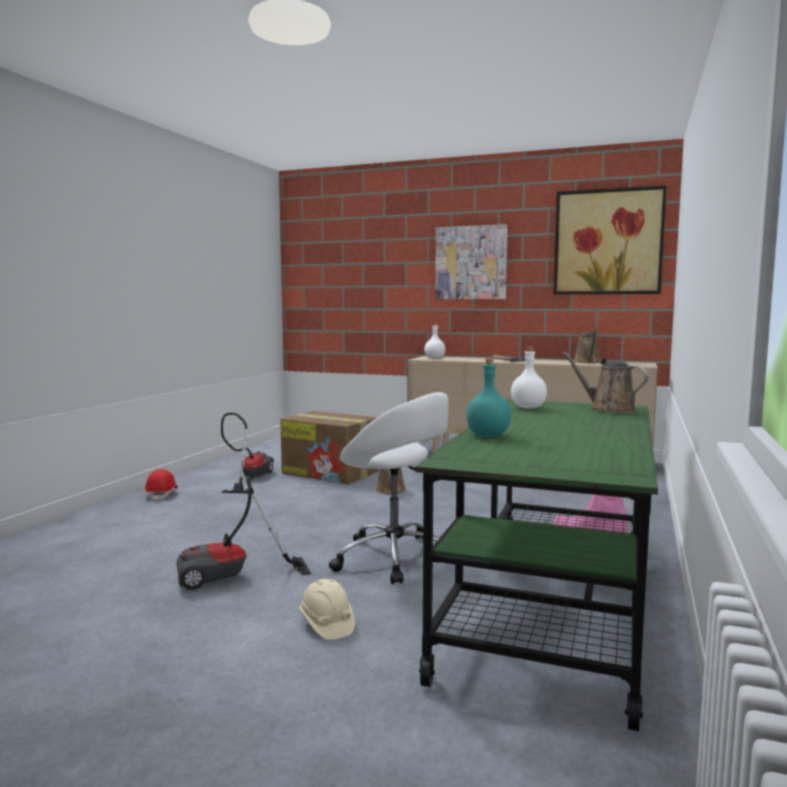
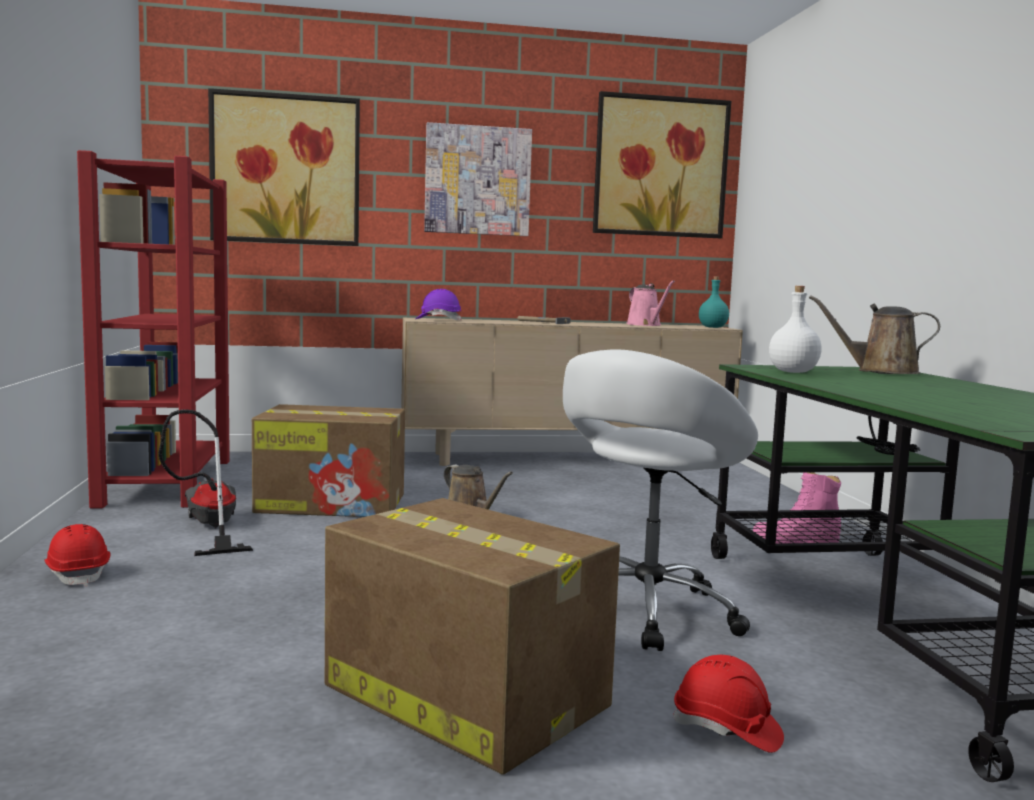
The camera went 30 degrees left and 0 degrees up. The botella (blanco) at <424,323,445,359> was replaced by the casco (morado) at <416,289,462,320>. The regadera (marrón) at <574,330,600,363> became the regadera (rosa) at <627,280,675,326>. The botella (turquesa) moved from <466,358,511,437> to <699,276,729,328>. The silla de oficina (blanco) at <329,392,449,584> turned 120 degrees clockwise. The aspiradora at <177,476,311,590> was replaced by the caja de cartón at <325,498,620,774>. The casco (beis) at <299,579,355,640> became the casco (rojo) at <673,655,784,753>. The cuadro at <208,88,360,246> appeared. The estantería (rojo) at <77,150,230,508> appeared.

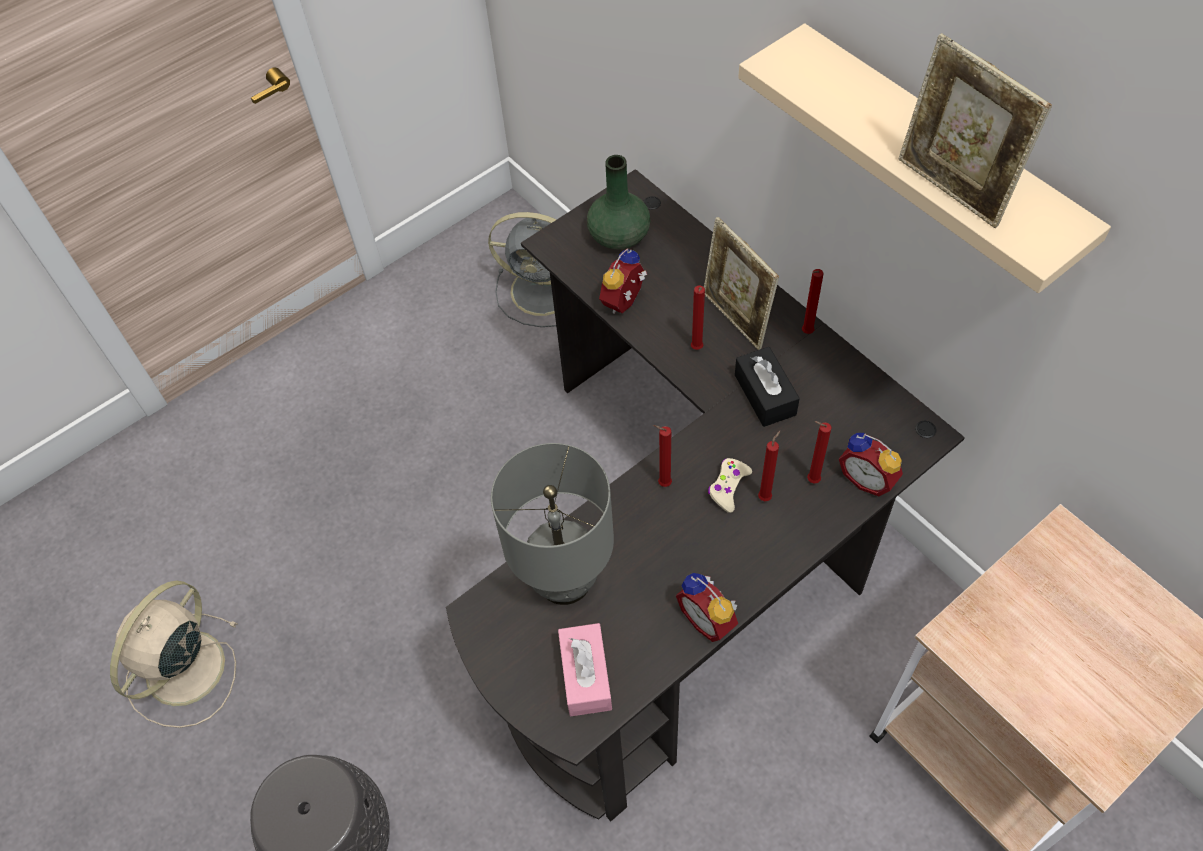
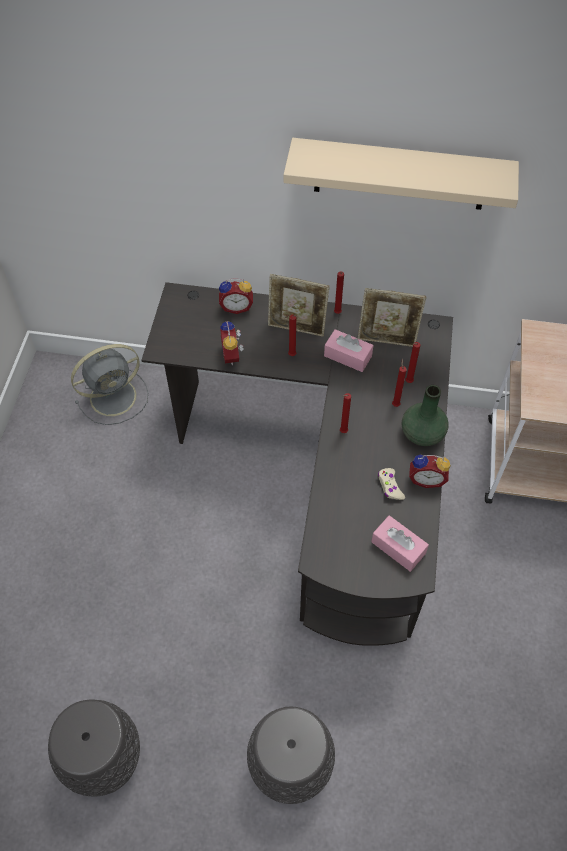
The camera went 45 degrees left and 0 degrees up. The portarretratos moved from <899,33,1052,228> to <358,288,426,347>. The florero (verde) moved from <587,155,651,250> to <402,385,448,446>. The caja de pañuelos (negro) at <735,347,800,427> became the caja de pañuelos (rosa) at <324,329,374,372>. The despertador moved from <839,433,903,496> to <219,278,253,314>. The lámpara de mesa (gris) at <491,443,614,605> disappeared. The mando de consola (beis) moved from <708,458,752,513> to <378,468,405,500>. The ventilador (beis) at <110,580,238,728> was replaced by the taburete (gris) at <48,699,140,796>.

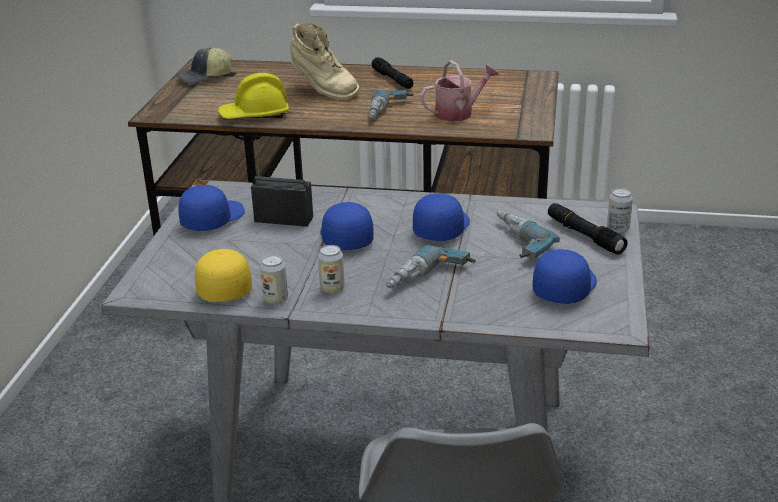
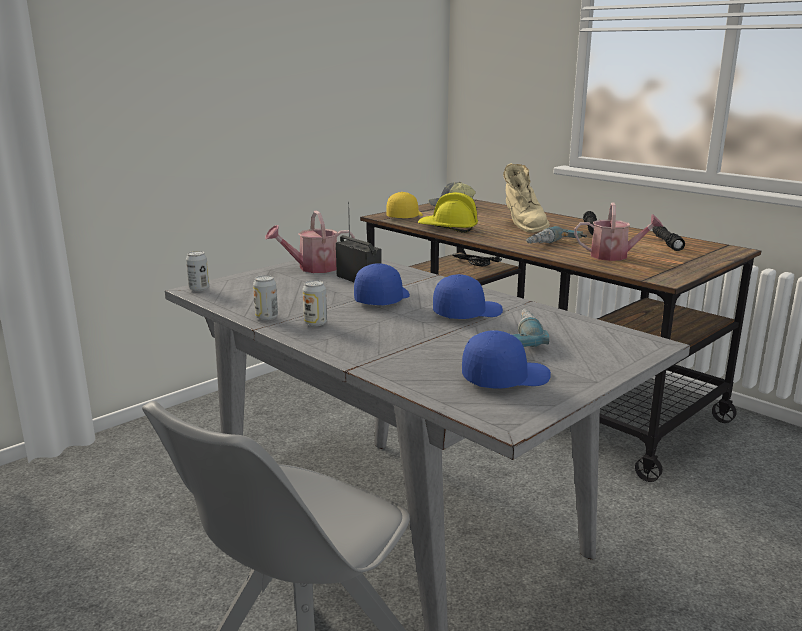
The camera went 35 degrees right and 10 degrees down. The gorra (azul) at <178,185,245,231> was replaced by the regadera at <265,211,355,273>. The lata moved from <607,188,633,233> to <186,251,209,291>. The linterna (negro) moved from <548,203,628,254> to <652,226,685,251>. The taladro at <386,244,476,288> disappeared. The gorra (amarillo) moved from <195,249,252,302> to <386,192,423,218>.

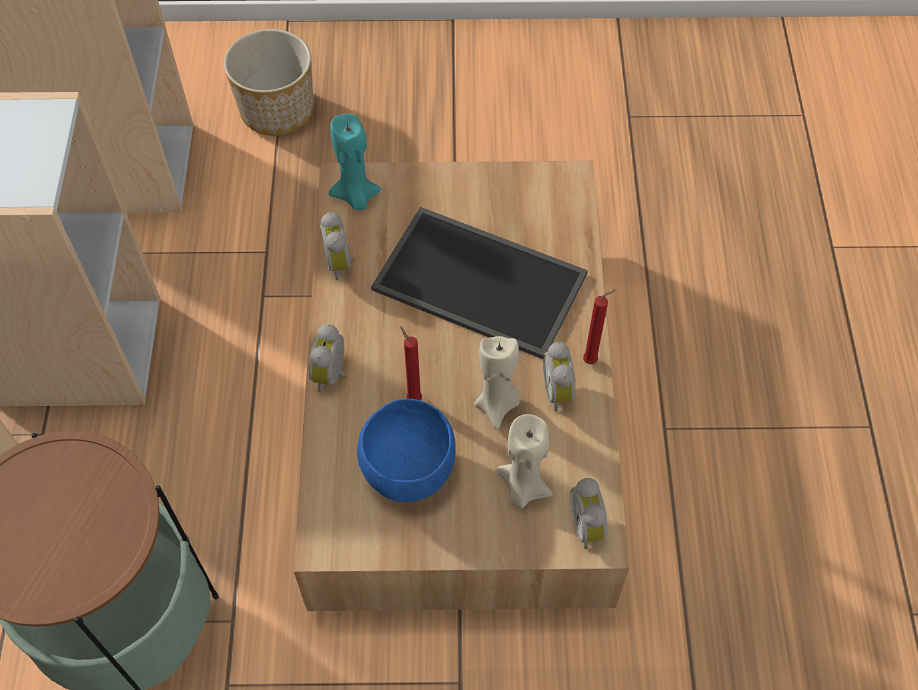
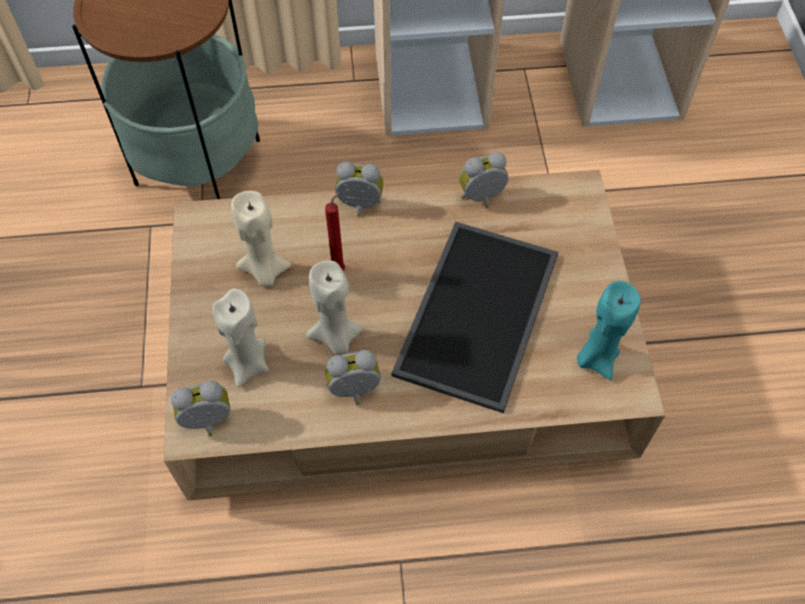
The camera went 85 degrees right and 0 degrees up. The maceta at <224,29,314,136> disappeared. The vela (turquesa) moved from <329,114,381,210> to <577,281,641,380>. The vela (rojo) at <583,290,615,364> disappeared. The cuenco (azul) at <357,398,456,502> was replaced by the vela (beis) at <231,191,292,287>.

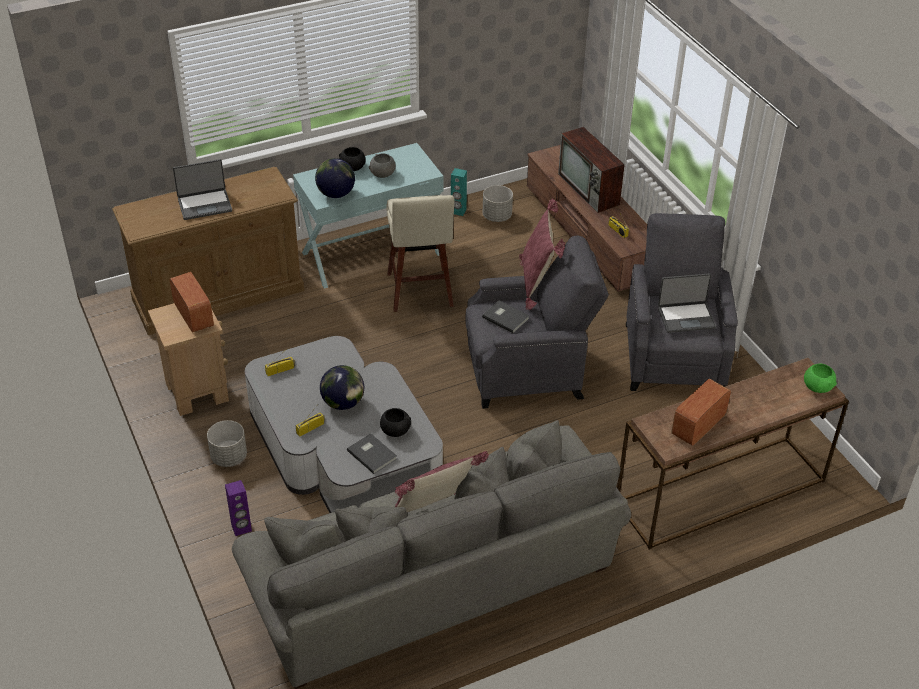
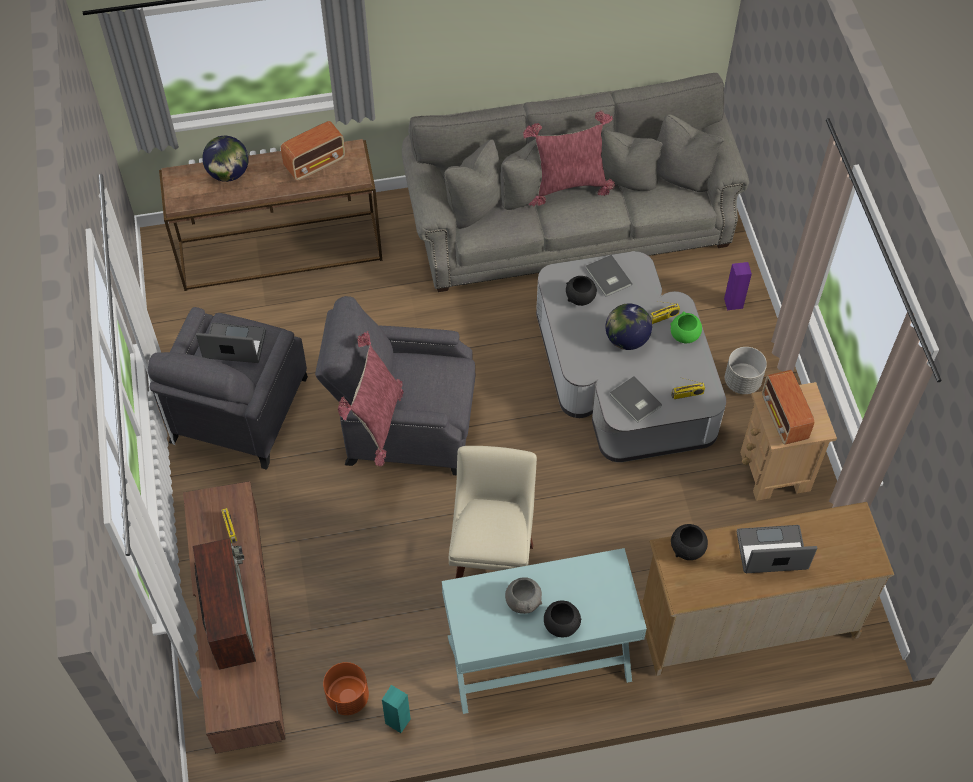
The camera went 165 degrees left and 15 degrees up. The globo terráqueo moved from <315,158,355,198> to <202,136,249,182>. The maceta (gris) at <483,185,513,222> became the maceta (naranja) at <323,662,369,715>. The libro (gris) moved from <482,301,529,333> to <610,376,662,423>. The cuenco (verde) moved from <804,364,837,393> to <670,311,702,343>. The cuenco (negro) at <671,524,708,560> appeared.

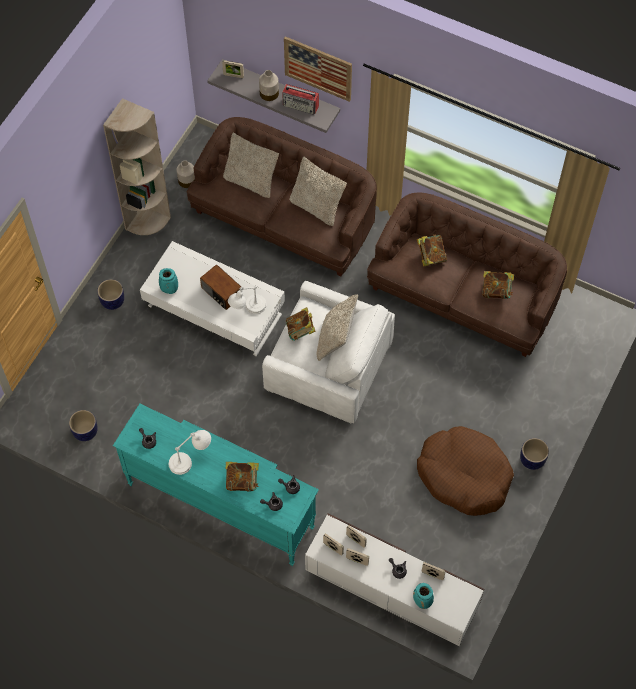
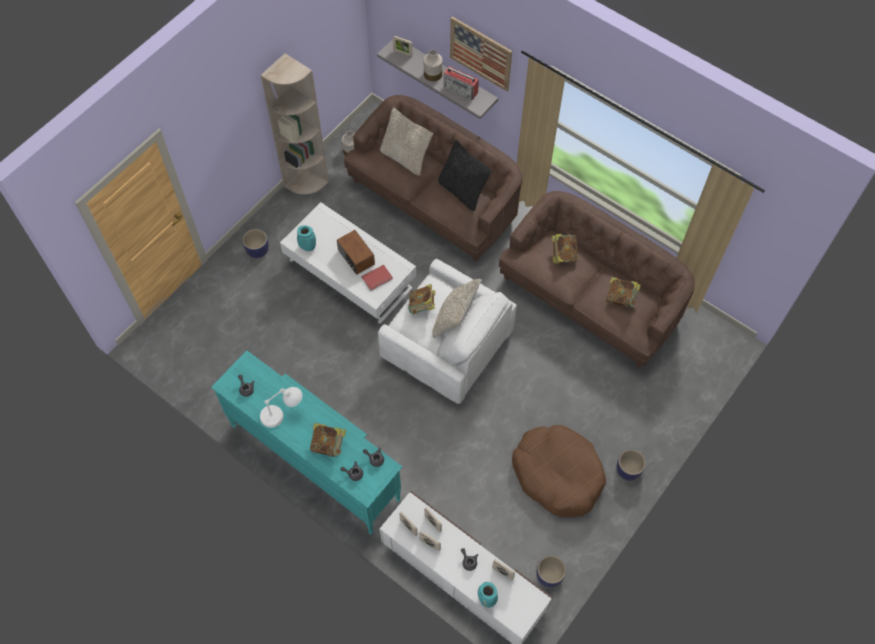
The camera went 10 degrees right and 0 degrees up. The cojín (beis) at <290,157,347,226> became the cojín (negro) at <438,140,492,211>. The lámpara de mesa (blanco) at <228,286,266,314> was replaced by the libro (rojo) at <361,265,393,291>. The maceta moved from <69,410,98,441> to <536,555,566,588>.

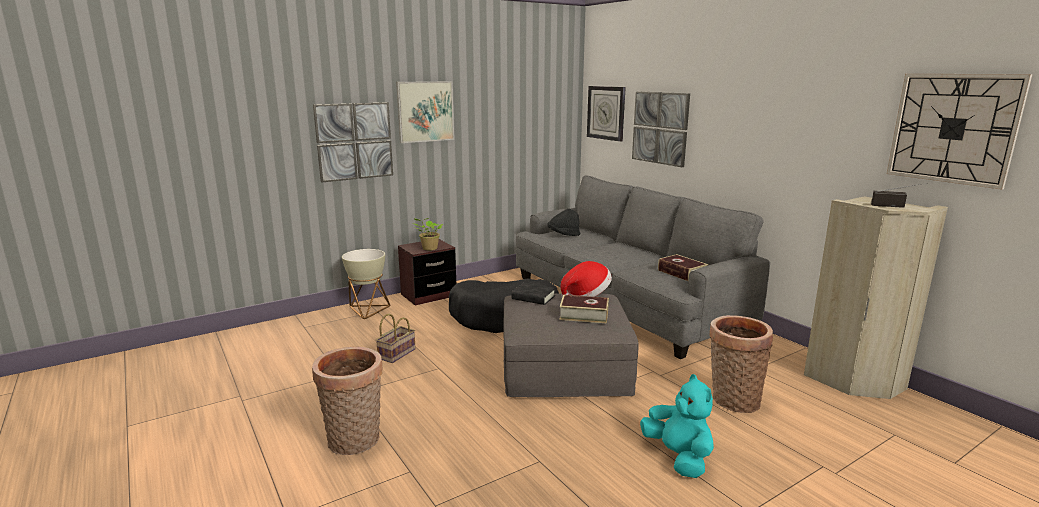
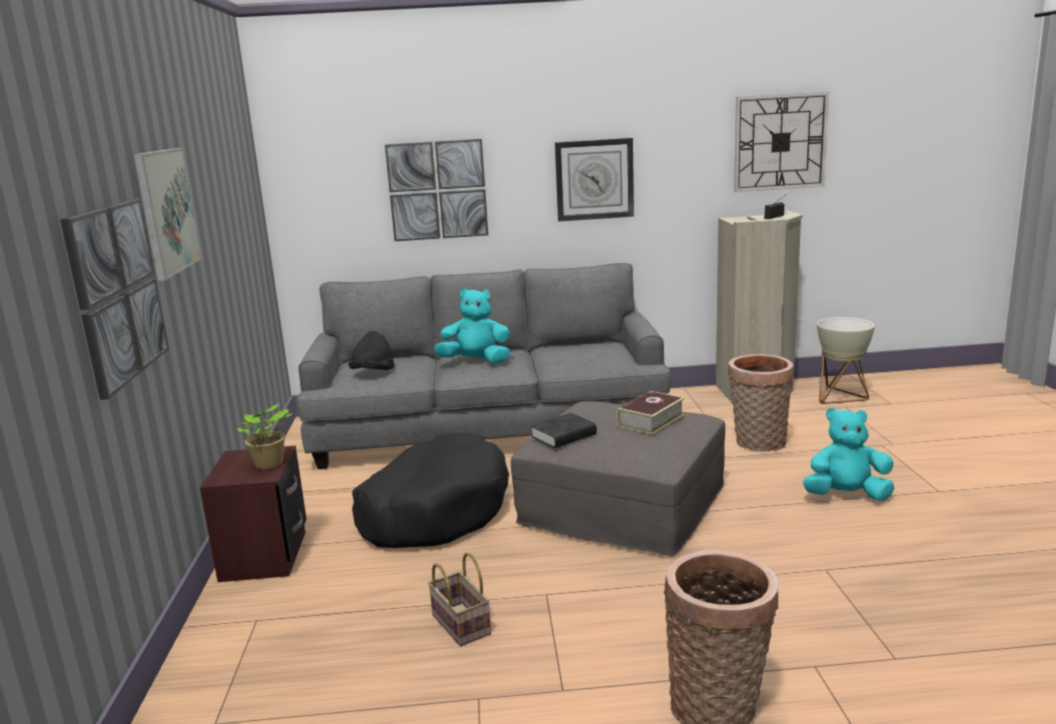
The camera went 60 degrees left and 0 degrees up. The reloj de pared moved from <587,86,626,142> to <555,138,634,221>. The maceta moved from <342,249,390,319> to <817,317,875,404>. The libro at <658,254,708,281> disappeared. The sombrero at <561,261,612,297> disappeared. The peluche (turquesa) at <434,288,510,363> appeared.

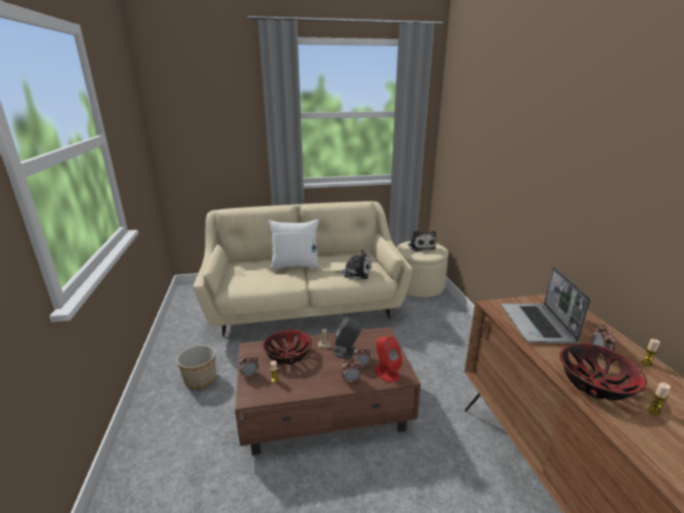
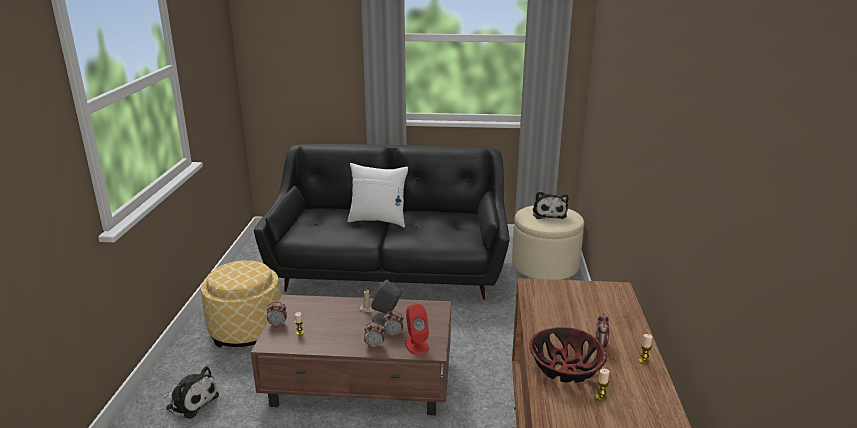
The camera went 15 degrees right and 0 degrees up. The sofá (beis) at <194,201,412,337> became the sofá (negro) at <254,144,510,299>. The peluche moved from <334,250,371,280> to <163,366,219,419>. The portátil at <501,267,590,343> disappeared. The cuenco at <263,329,312,365> disappeared. The maceta at <177,345,216,389> was replaced by the puf at <201,260,281,347>.

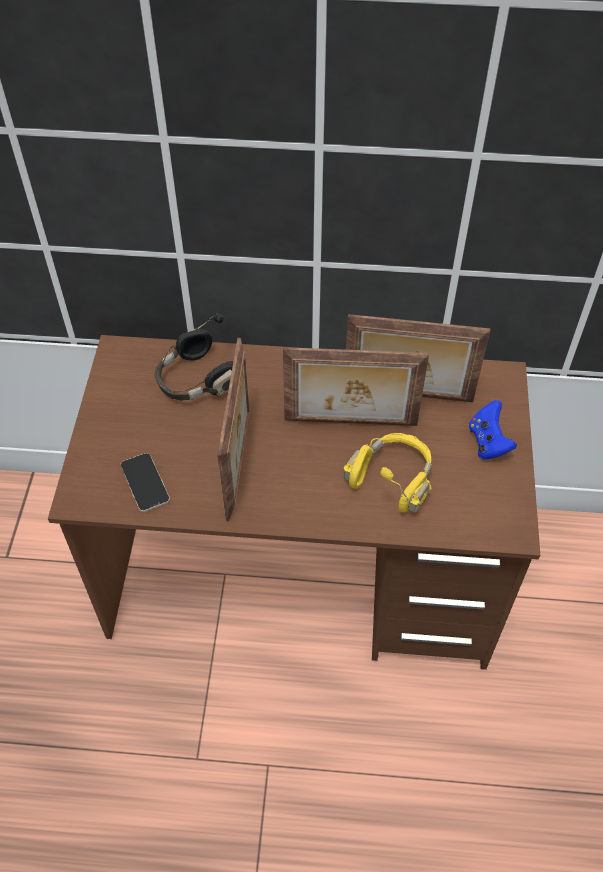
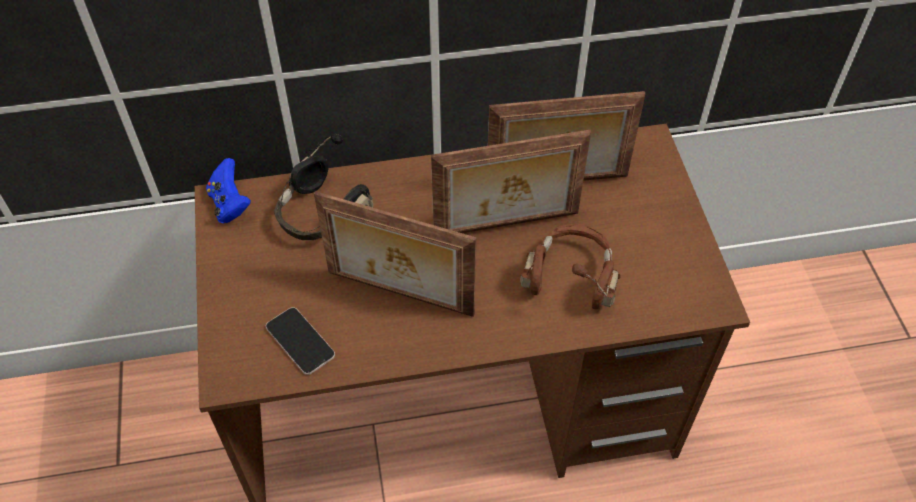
The camera went 15 degrees left and 0 degrees up. The portarretratos at <217,338,249,521> turned 120 degrees clockwise. The mando de consola (azul) moved from <469,400,517,460> to <206,158,251,223>. The auriculares (amarillo) at <343,433,432,513> became the auriculares (marrón) at <520,224,621,309>.

